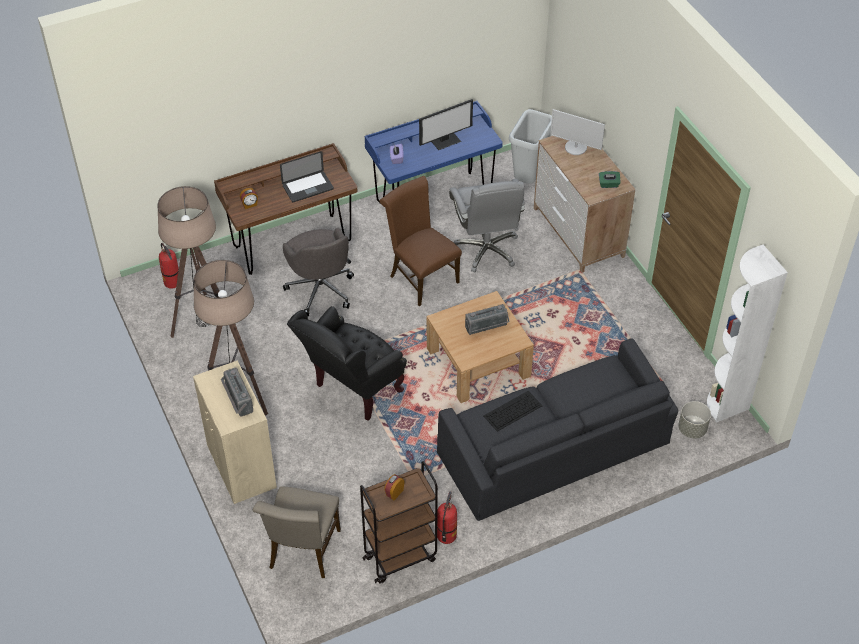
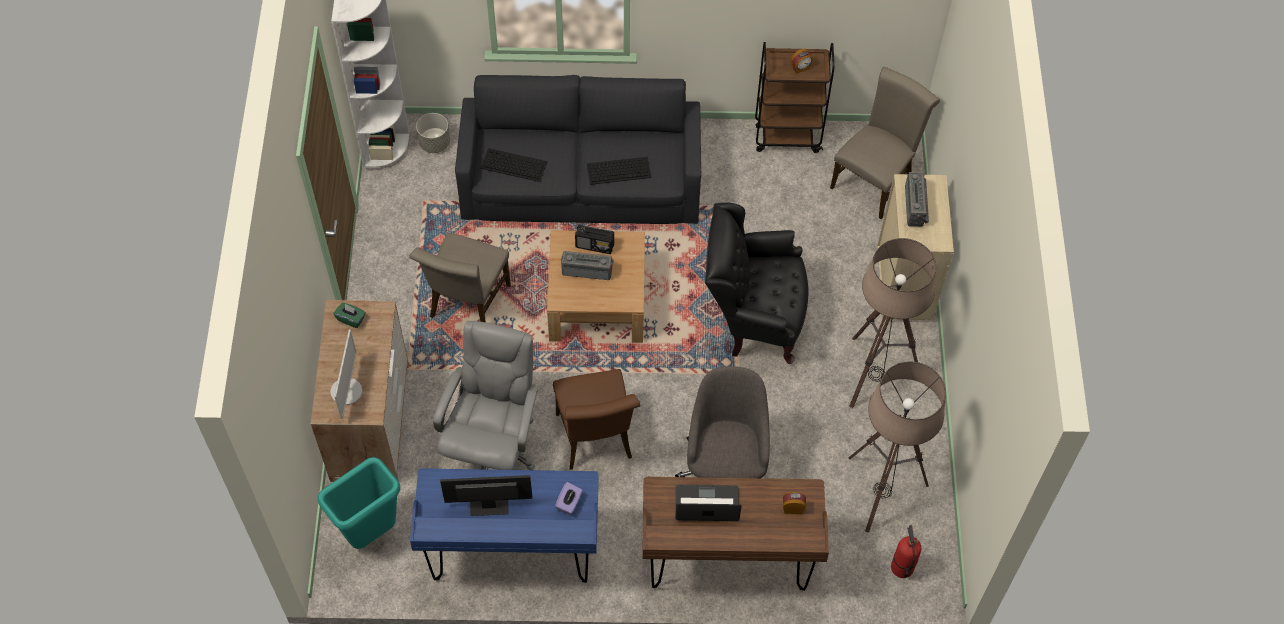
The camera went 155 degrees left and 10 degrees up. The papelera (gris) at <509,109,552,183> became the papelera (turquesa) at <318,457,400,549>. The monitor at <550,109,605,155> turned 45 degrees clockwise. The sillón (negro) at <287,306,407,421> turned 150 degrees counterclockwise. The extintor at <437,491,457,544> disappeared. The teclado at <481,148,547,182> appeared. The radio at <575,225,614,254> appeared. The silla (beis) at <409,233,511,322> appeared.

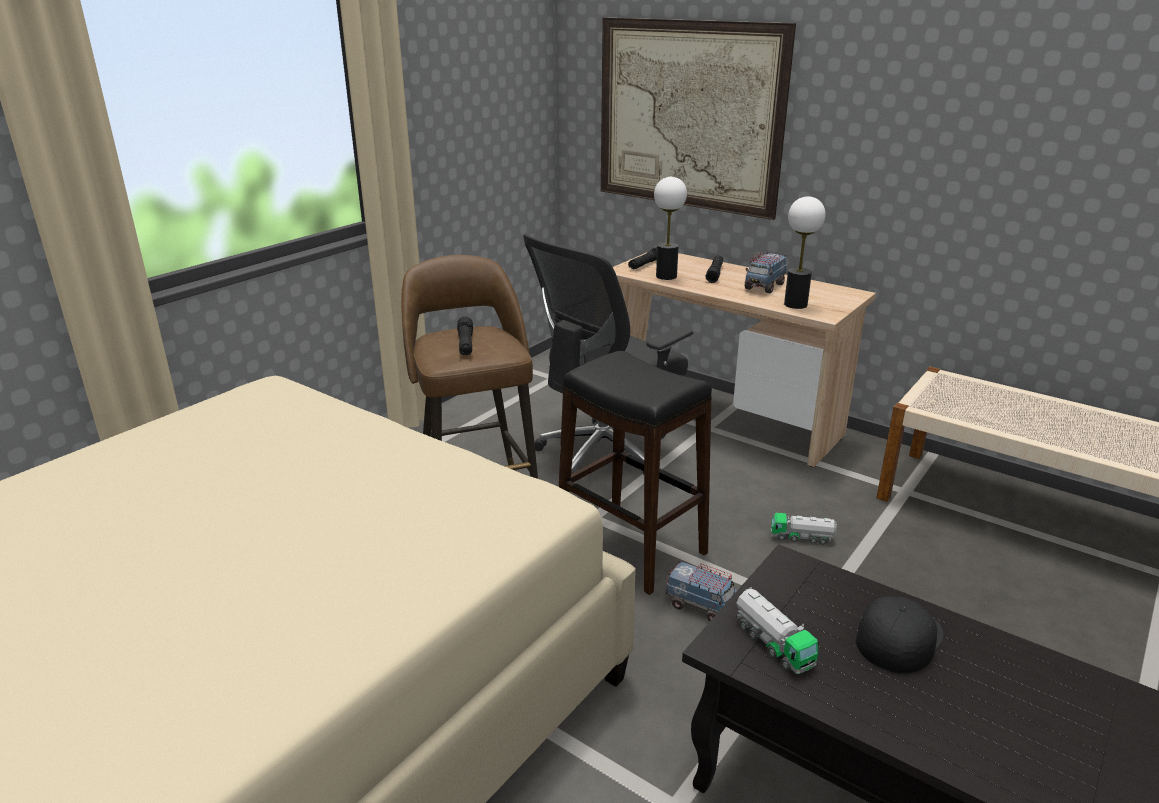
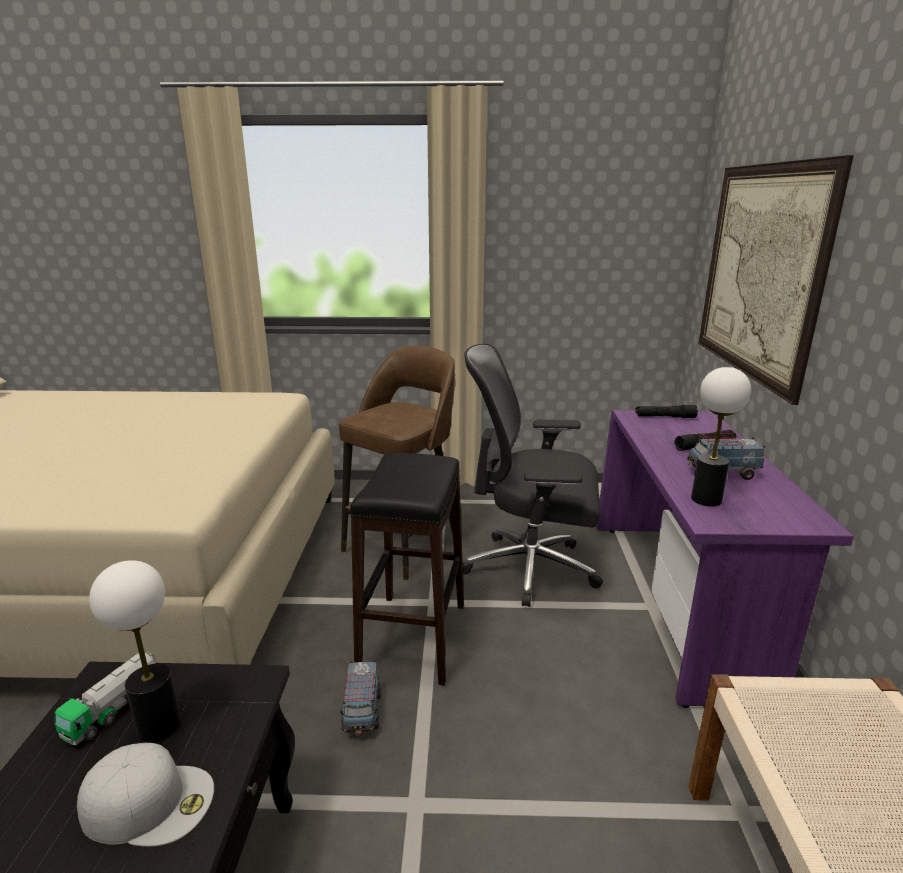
The camera went 55 degrees right and 5 degrees down. The lámpara de mesa moved from <654,177,687,280> to <89,560,181,743>. The escritorio (beis) at <613,252,876,467> became the escritorio (morado) at <596,410,854,710>. The linterna (negro) at <457,316,473,355> disappeared. The camión de juguete at <771,513,837,545> disappeared. The gorra (negro) at <856,596,944,674> became the gorra (blanco) at <77,743,214,847>.

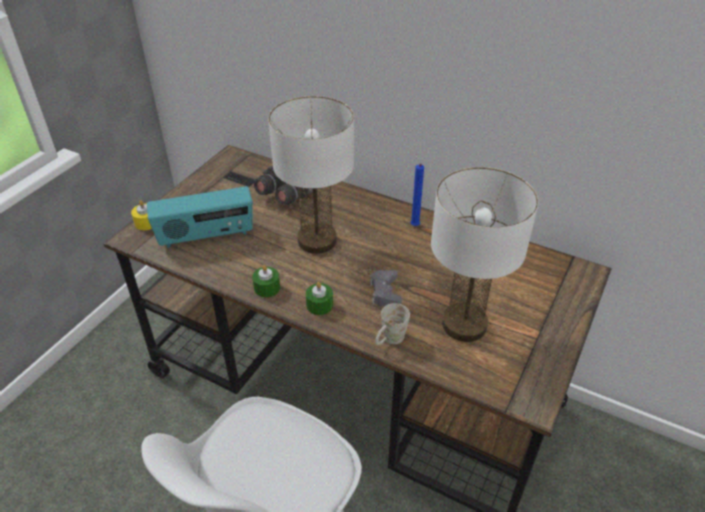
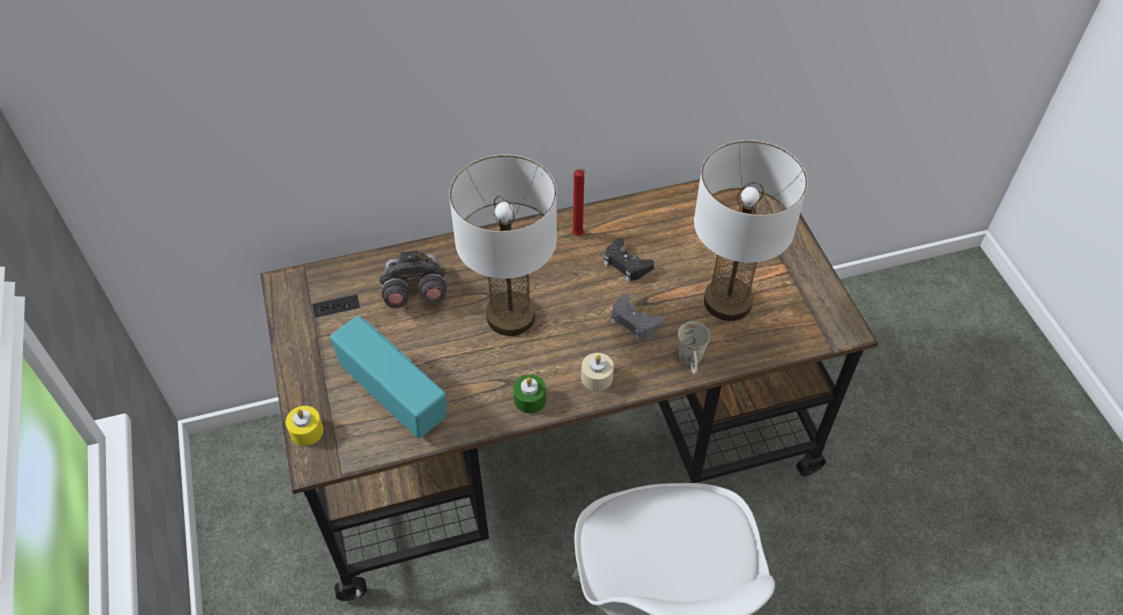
The camera went 45 degrees left and 10 degrees up. The vela (azul) at <410,164,424,226> became the vela (rojo) at <572,169,586,236>. The radio at <147,186,253,248> turned 75 degrees counterclockwise. The vela (verde) at <306,282,333,315> became the vela (beis) at <581,353,614,391>. The mando de consola (negro) at <604,238,654,282> appeared.

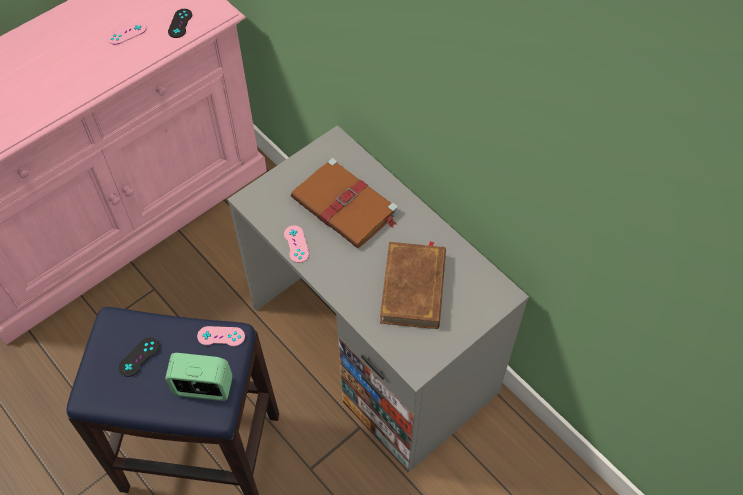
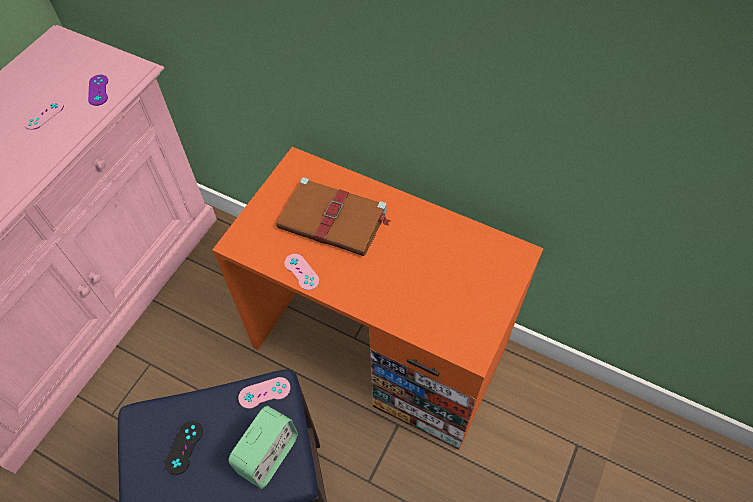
The camera went 20 degrees left and 0 degrees up. The mando de consola (negro) at <168,9,192,38> became the mando de consola (morado) at <88,75,108,106>. The escritorio (gris) at <227,125,529,472> became the escritorio (naranja) at <212,147,544,450>. The libro (marrón) at <380,241,446,329> disappeared. The despertador at <165,353,233,401> turned 135 degrees clockwise.

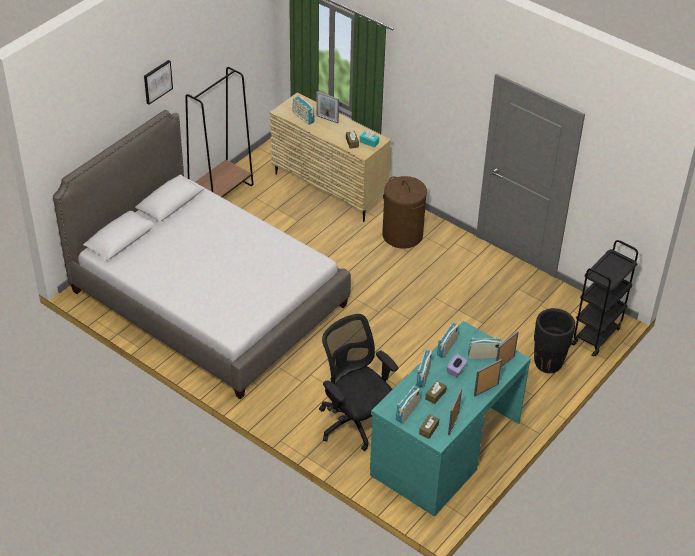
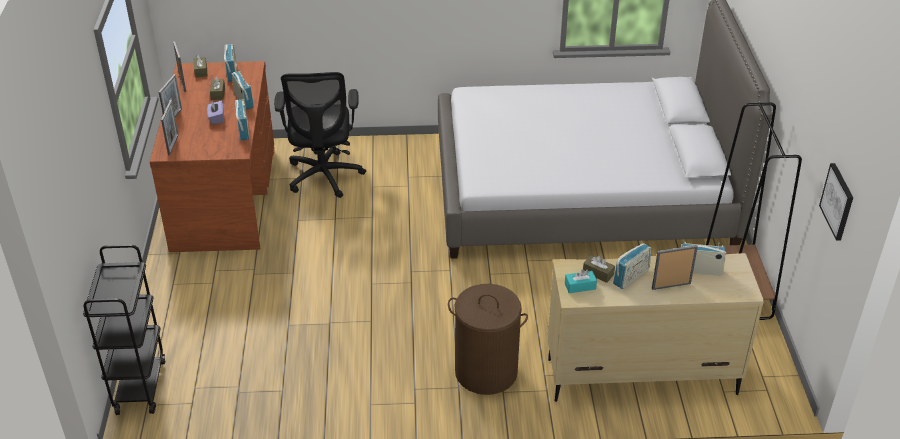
The camera went 140 degrees right and 5 degrees down. The cuadro moved from <144,60,173,105> to <819,163,853,241>. The maceta (negro) at <534,308,575,373> disappeared. The silla de oficina (negro) at <319,314,398,451> turned 75 degrees clockwise. The escritorio (turquesa) at <370,321,531,516> became the escritorio (marrón) at <150,61,275,252>. The radio moved from <468,336,503,359> to <613,243,651,289>.

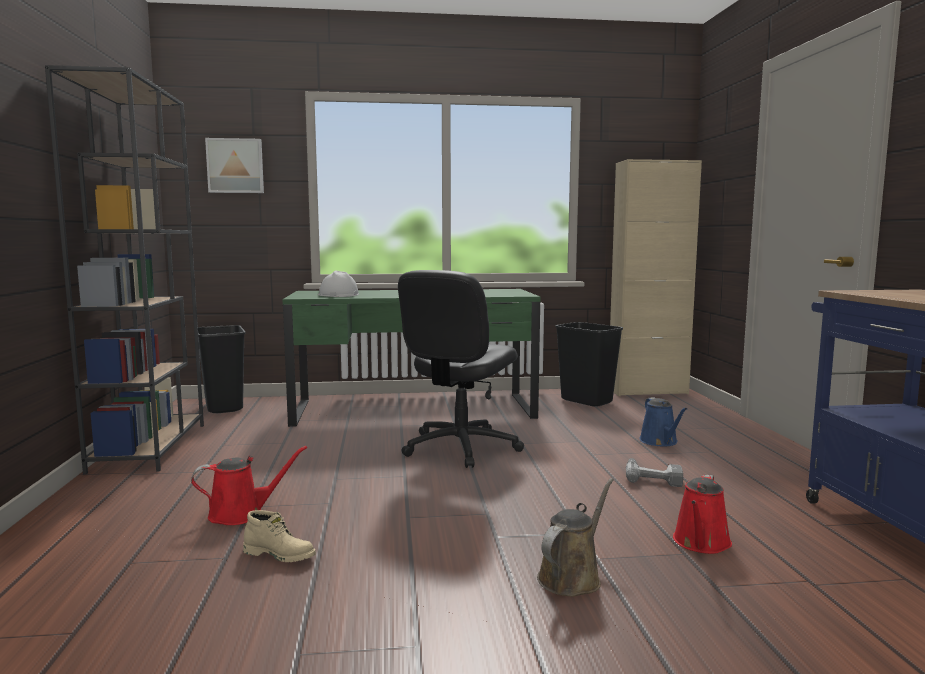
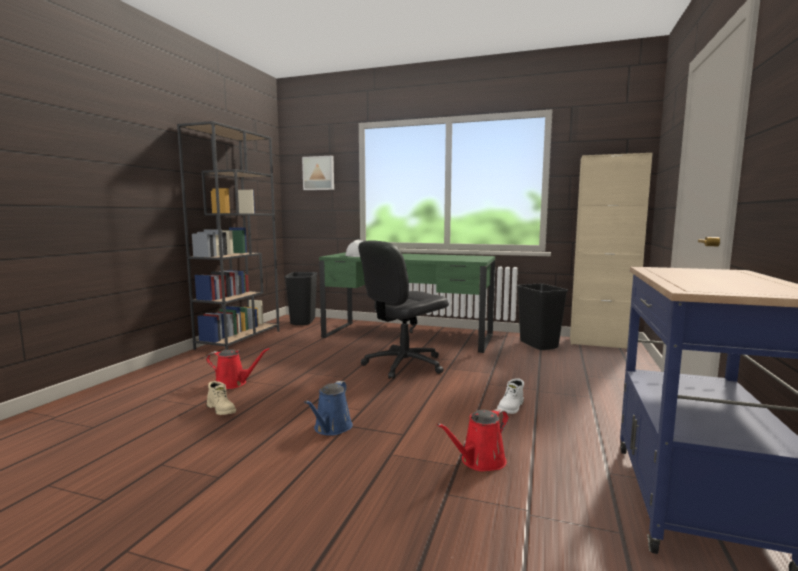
The camera went 25 degrees right and 0 degrees up. The regadera (azul) moved from <639,397,687,446> to <304,381,353,436>. The taladro at <626,458,683,487> was replaced by the bota (blanco) at <497,378,524,414>. The regadera (marrón) at <537,478,614,597> disappeared.

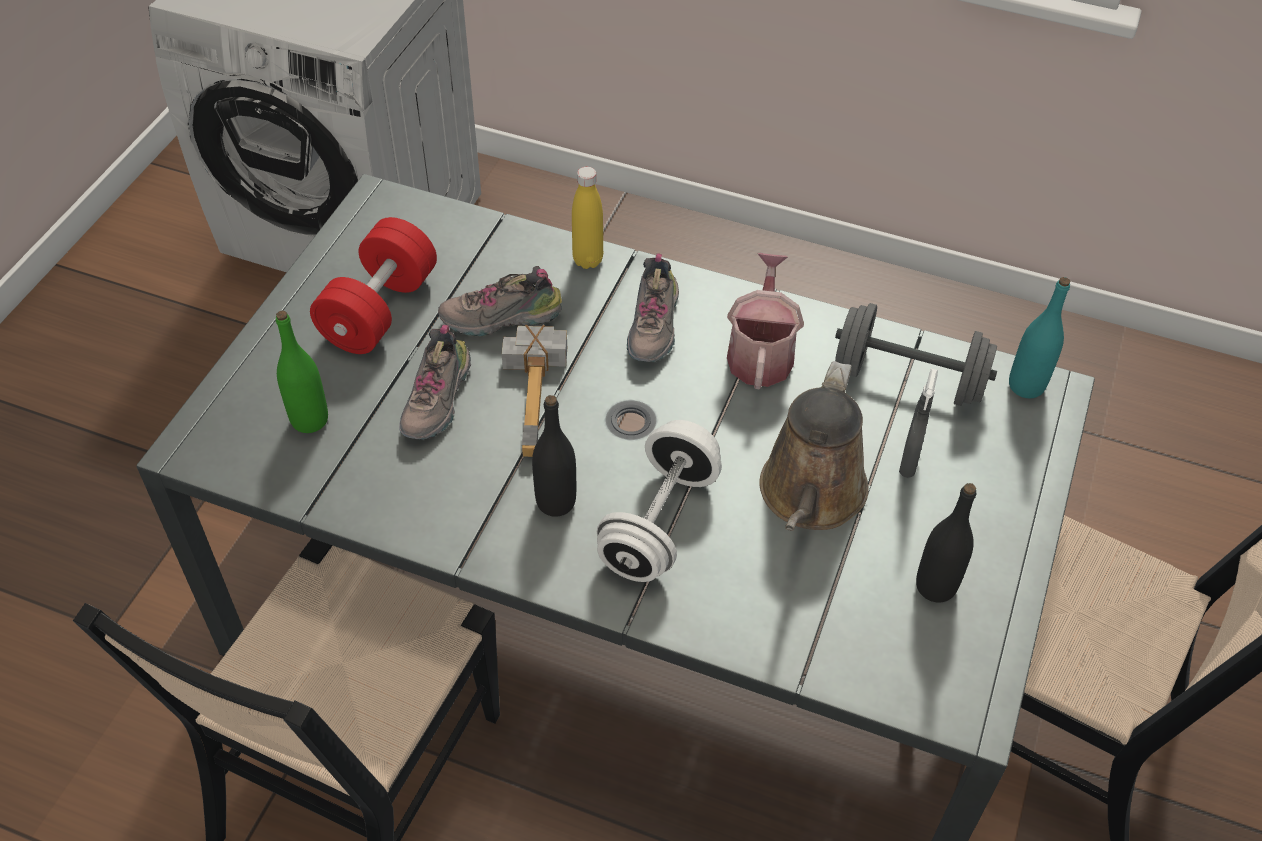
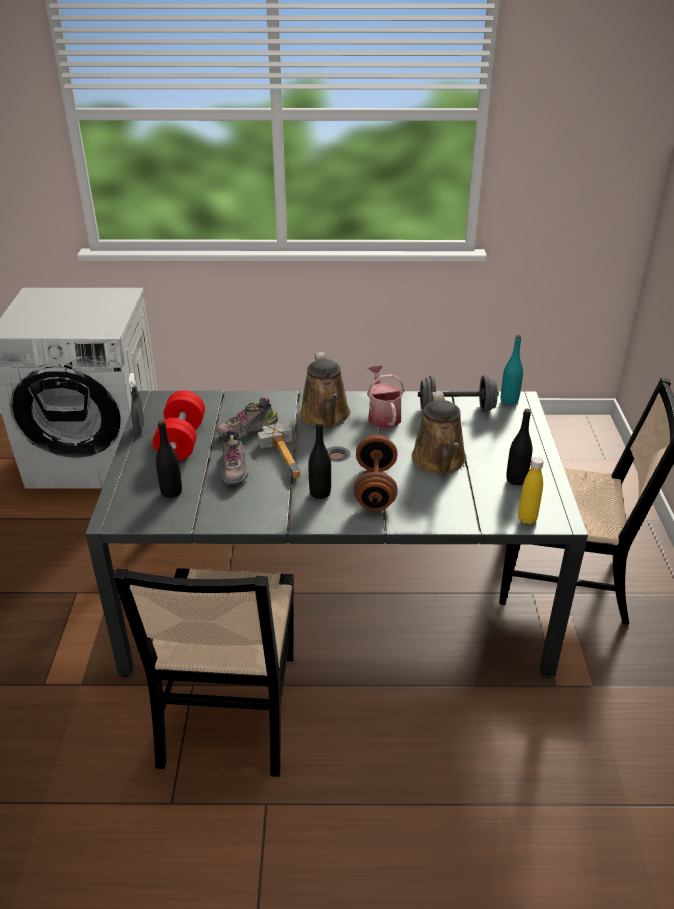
The camera went 20 degrees left and 15 degrees down. The botella (amarillo) moved from <572,167,603,269> to <518,457,544,524>. The zapato at <627,253,679,362> was replaced by the regadera (marrón) at <300,352,351,427>. The botella (verde) at <276,311,328,433> became the botella (negro) at <156,420,182,498>. The pulverizador (gris) moved from <899,369,938,478> to <128,373,144,434>. The mancuerna (blanco) at <597,420,722,582> became the mancuerna (marrón) at <354,435,398,511>.

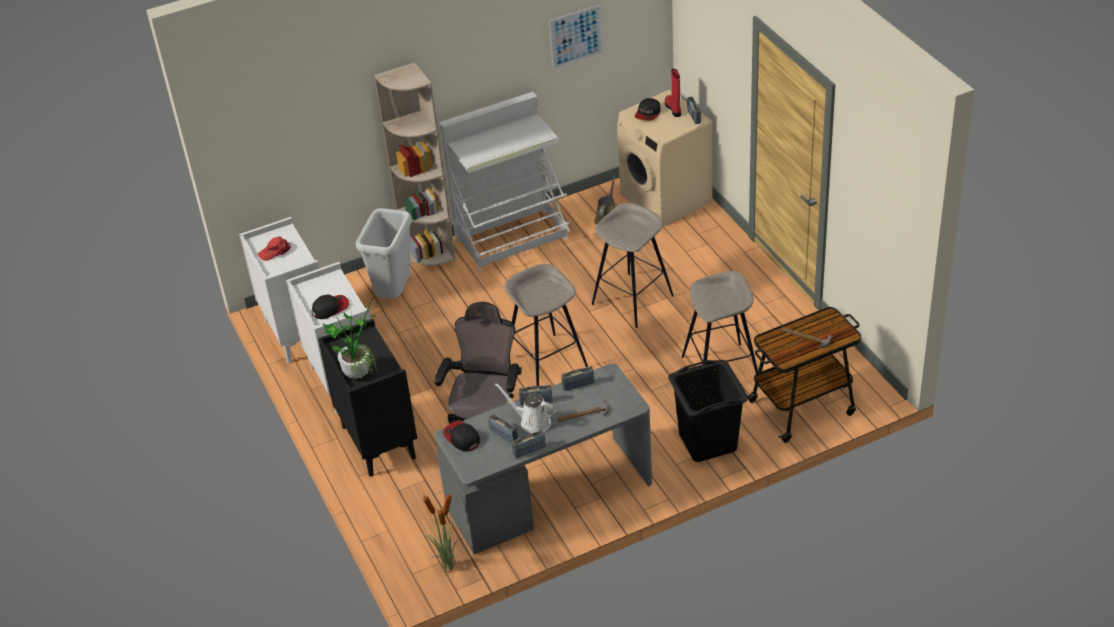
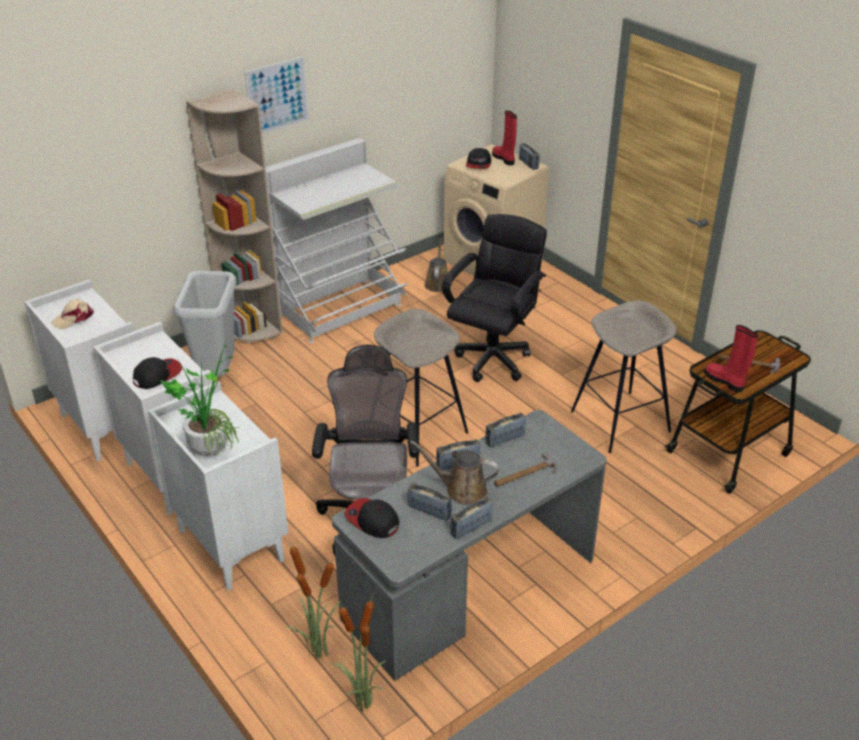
The camera went 15 degrees left and 5 degrees down. The cuadro moved from <549,5,603,69> to <244,56,309,134>. The taburete (gris) at <592,203,674,328> was replaced by the silla de oficina (negro) at <442,214,547,382>. The gorra (rojo) at <258,236,291,261> became the gorra (beis) at <51,299,94,329>. The armario (negro) at <318,319,417,477> became the armario (blanco) at <148,381,288,590>. The cesto de la ropa (negro) at <668,360,748,462> disappeared. The regadera (blanco) at <494,383,556,433> became the regadera (marrón) at <410,440,499,505>. The bota (rojo) at <704,325,758,392> appeared. The planta en maceta at <285,541,342,658> appeared.

